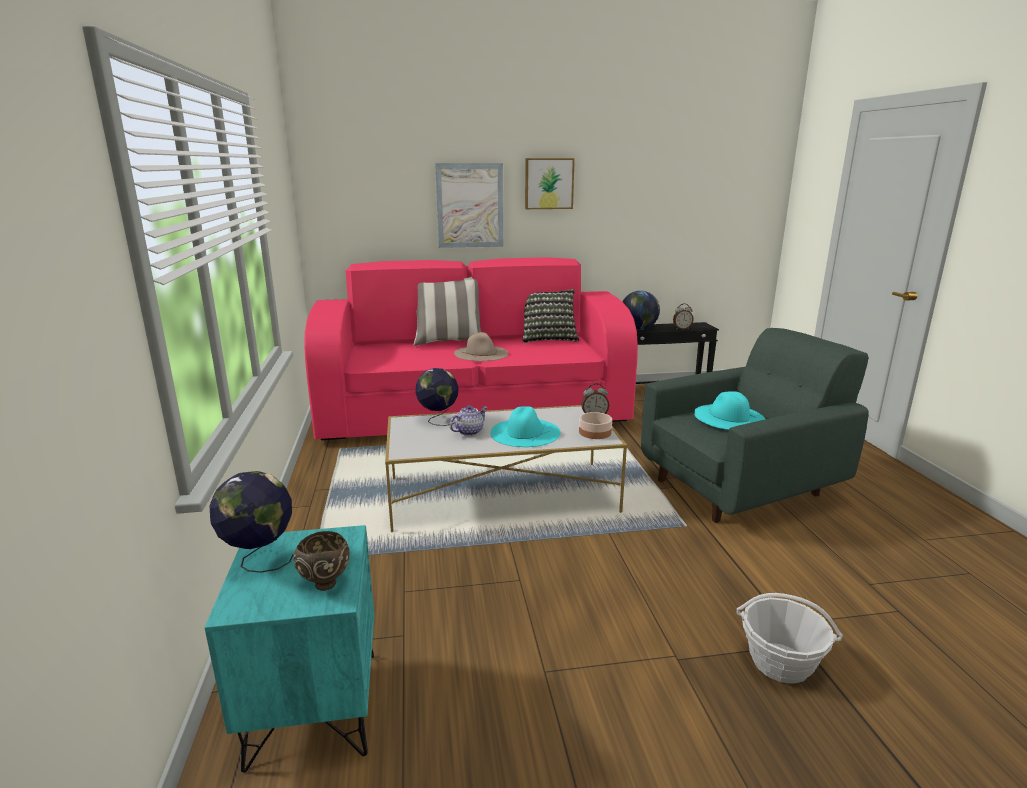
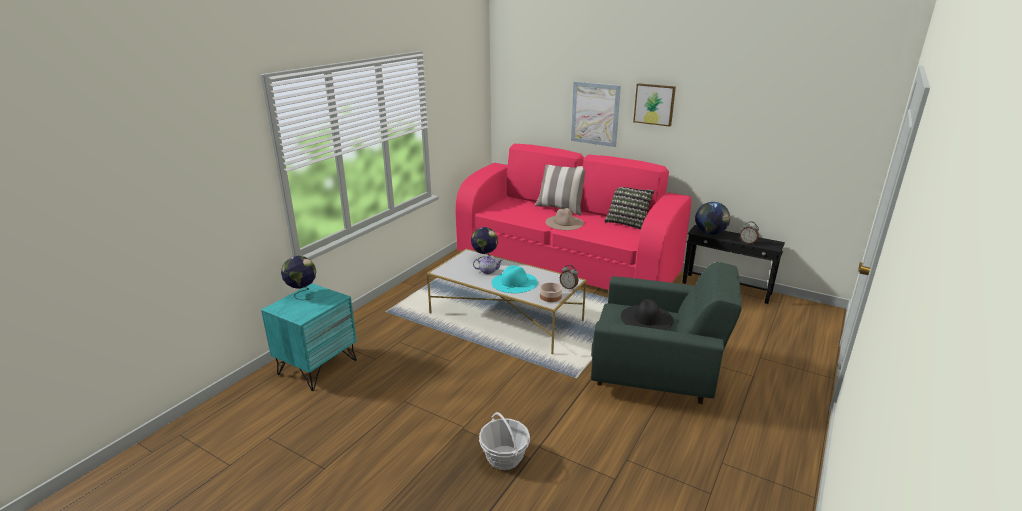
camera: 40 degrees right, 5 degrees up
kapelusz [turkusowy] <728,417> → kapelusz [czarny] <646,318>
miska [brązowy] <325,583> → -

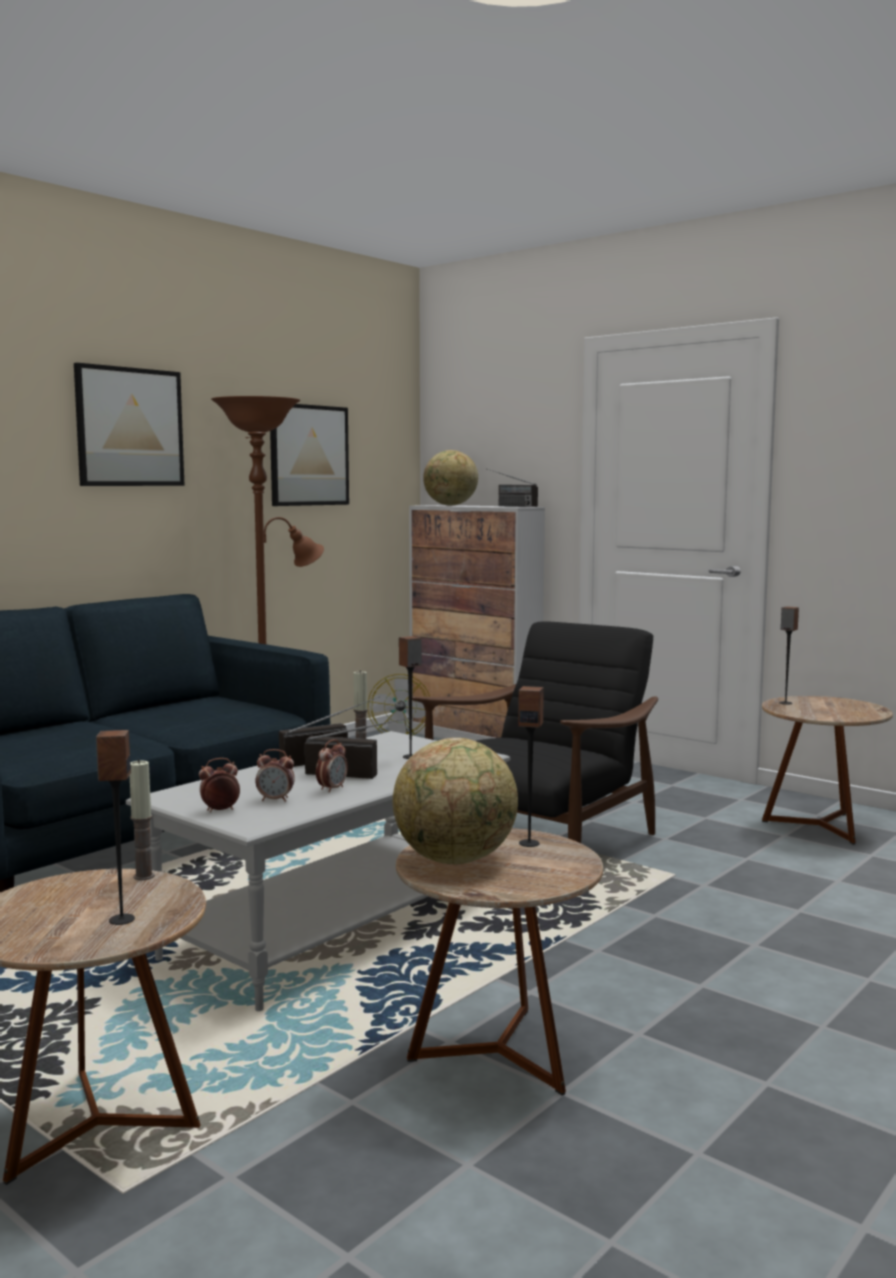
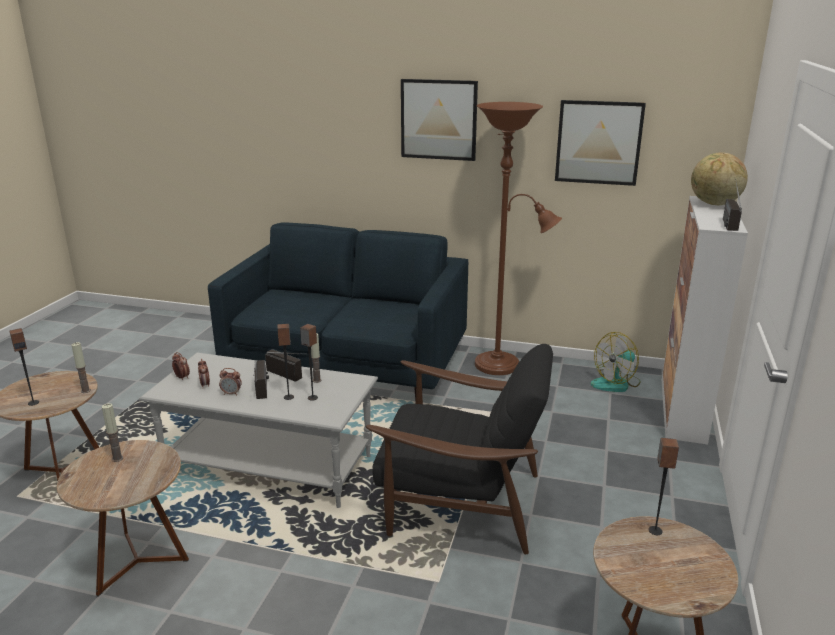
camera: 65 degrees right, 15 degrees up
globus <456,860> → świeca <117,458>
głośnik <529,843> → głośnik <289,397>, move

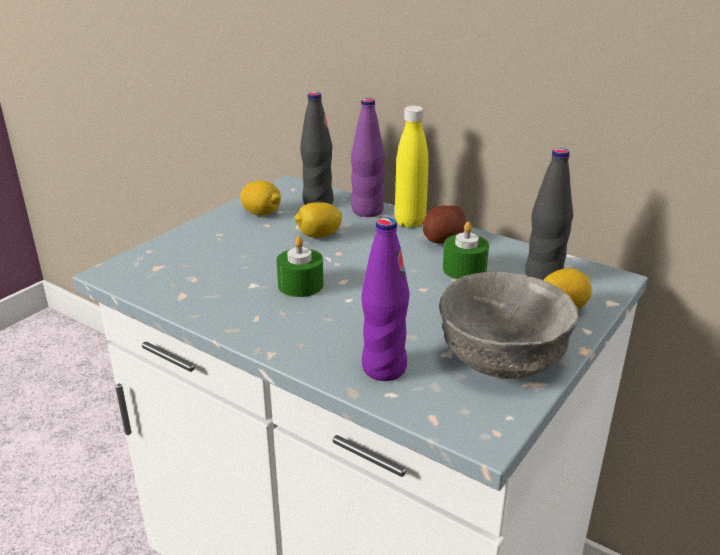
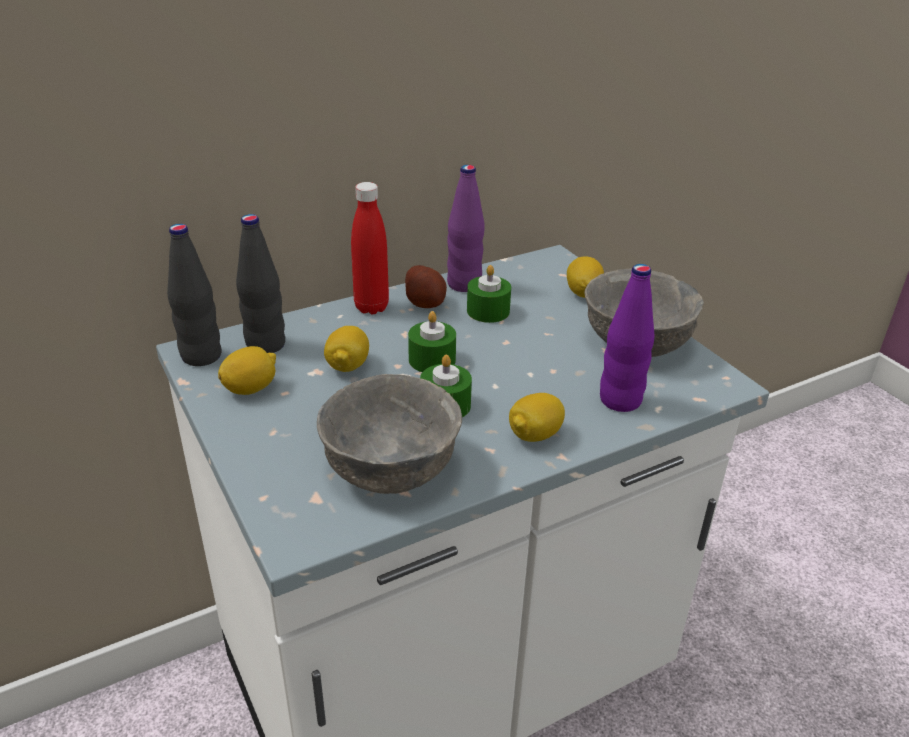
camera: 65 degrees left, 5 degrees up
butelka [czarny] <543,278> → butelka [czarny] <201,356>, move
- → miska [szary] <392,469>
butelka [żółty] <410,222> → butelka [czerwony] <371,307>
- → świeca [zielony] <432,360>
butelka [fioletowy] <367,211> → butelka [fioletowy] <464,284>, move
- → cytryna <534,435>

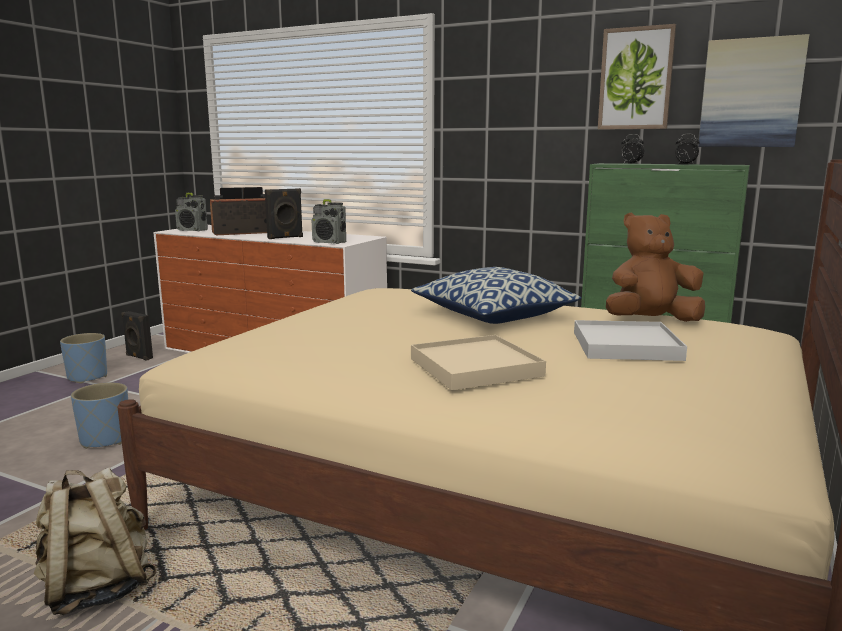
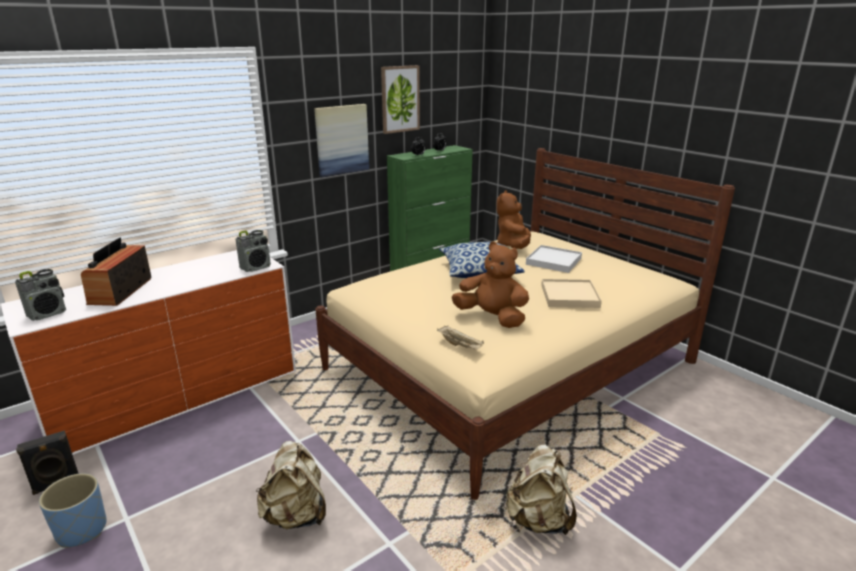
camera: 65 degrees left, 10 degrees up
donica [niebieski] <105,440> → plecak [beżowy] <296,515>
obraz <751,93> → obraz <341,140>, move
- → taca [beżowy] <460,345>
- → pluszak [brązowy] <492,318>
głośnik [czarny] <285,237> → -

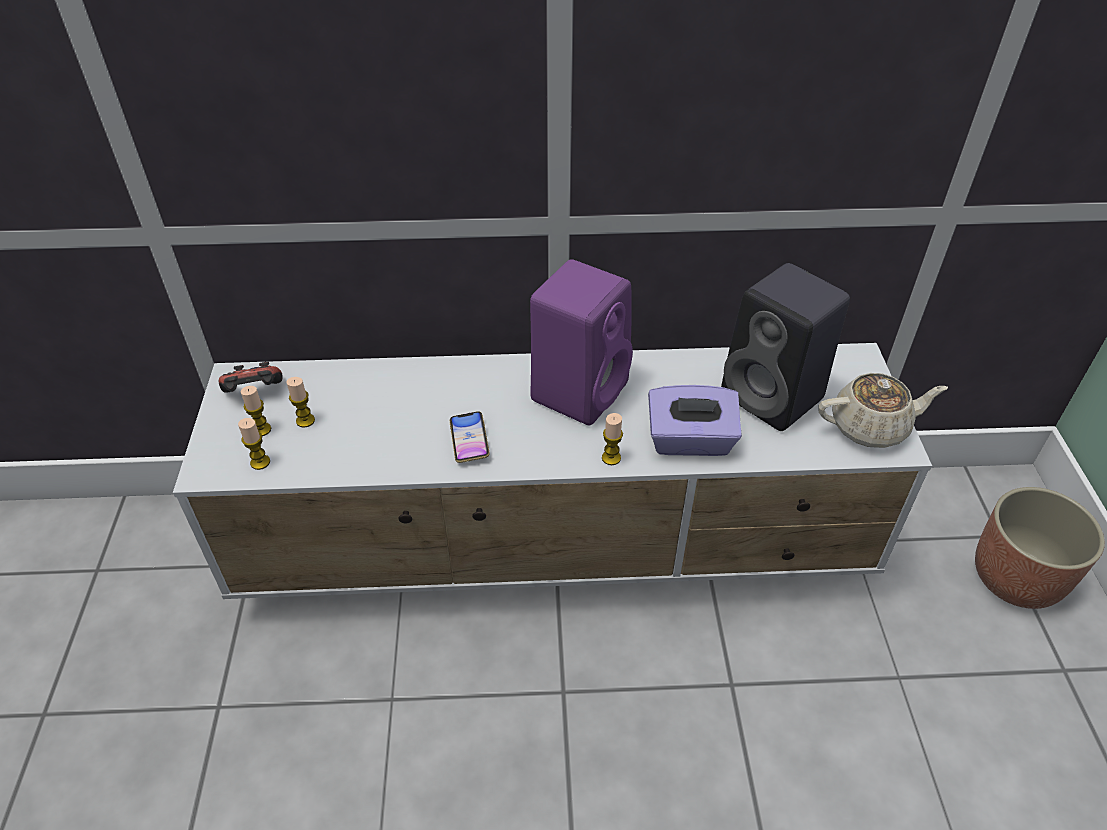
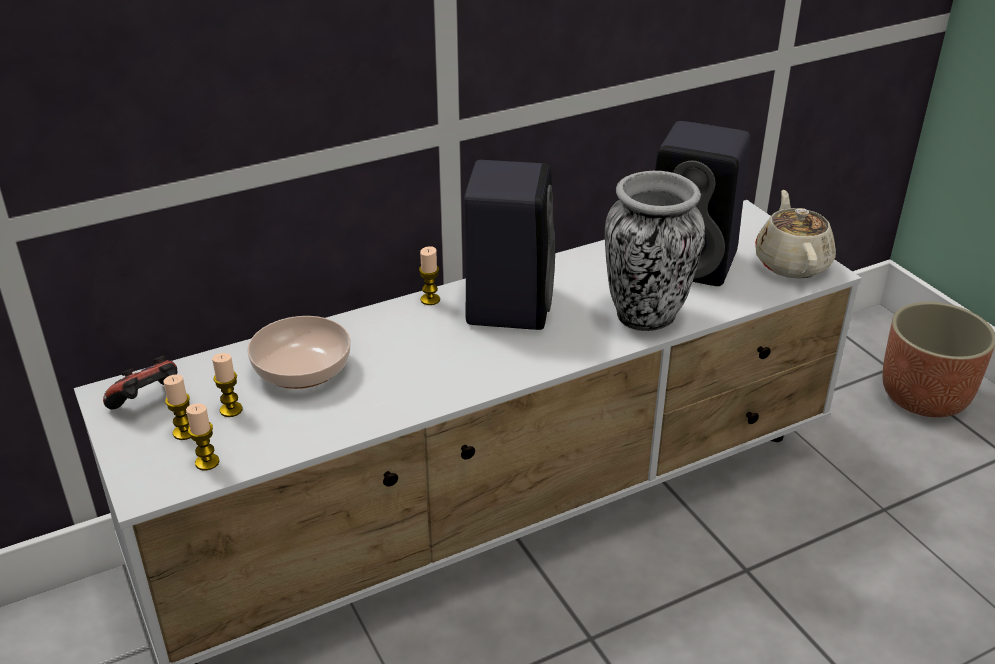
camera: 25 degrees left, 10 degrees down
- → miska <302,371>
świeca <611,458> → świeca <430,299>, move
głośnik [fioletowy] <580,389> → głośnik [czarny] <508,303>
pudełko chusteczek [fioletowy] <690,441> → wazon <645,316>
imbryk [beżowy] <870,427> → imbryk [beżowy] <791,263>, 60 degrees counterclockwise
telefon <469,440> → -

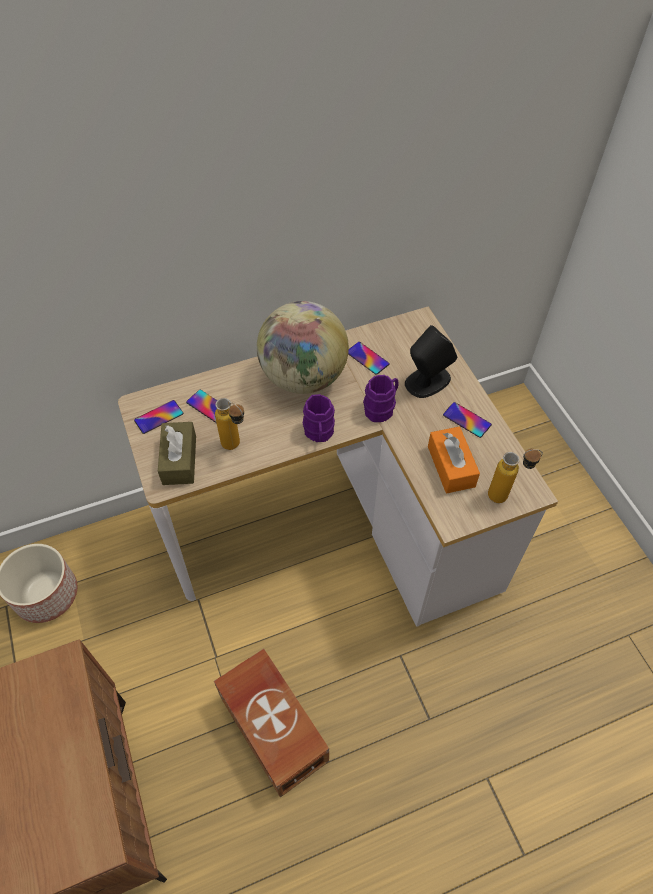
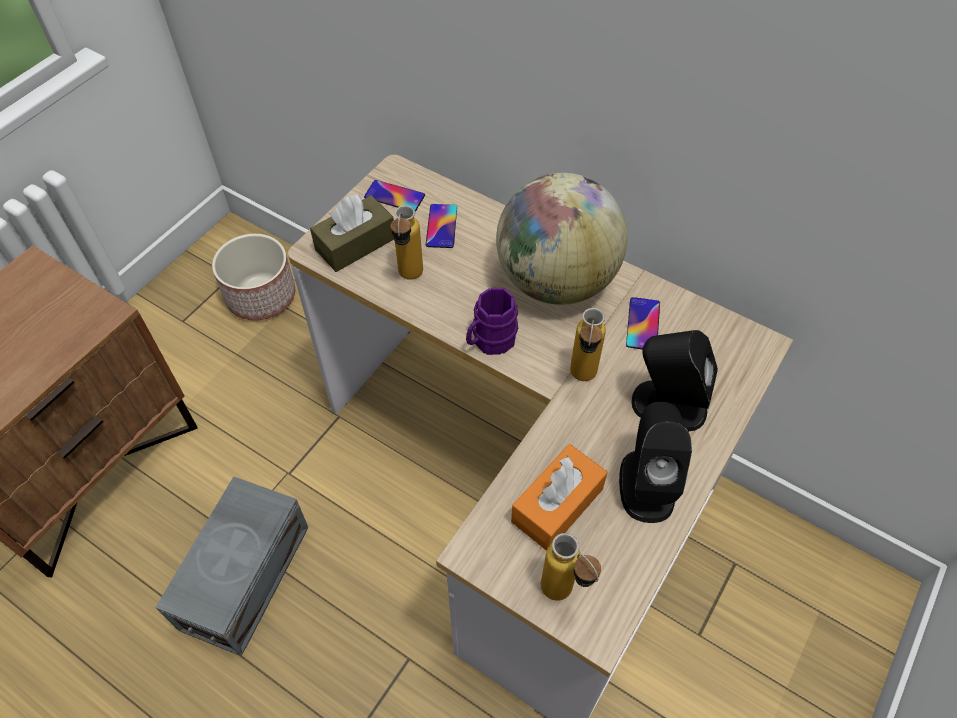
camera: 55 degrees right, 0 degrees up
pojemnik do przechowywania [brązowy] <274,726> → pojemnik do przechowywania [szary] <248,576>
kubek [fioletowy] <382,408> → butelka <581,380>
telefon <466,420> → głośnik [czarny] <647,484>

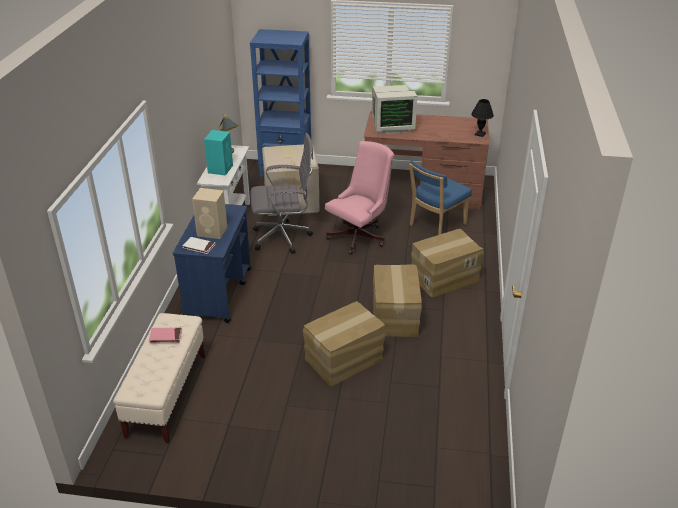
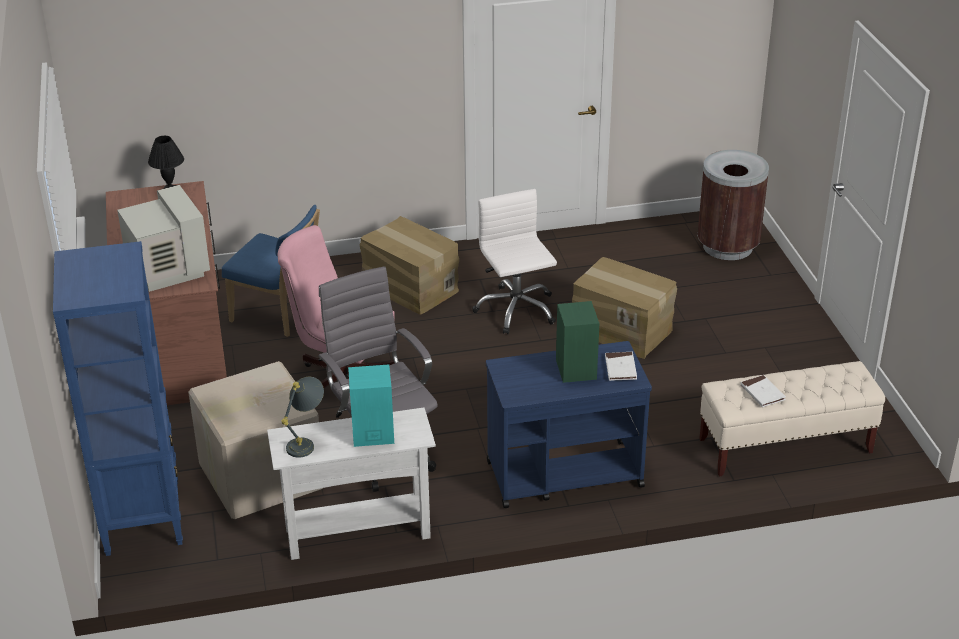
camera: 110 degrees left, 0 degrees up
karton <395,316> → krzesło biurowe [biały] <516,310>
głośnik [beżowy] <213,231> → głośnik [zielony] <575,368>
- → kosz na śmieci [brązowy] <728,246>
książka [różowy] <165,336> → książka [biały] <762,393>

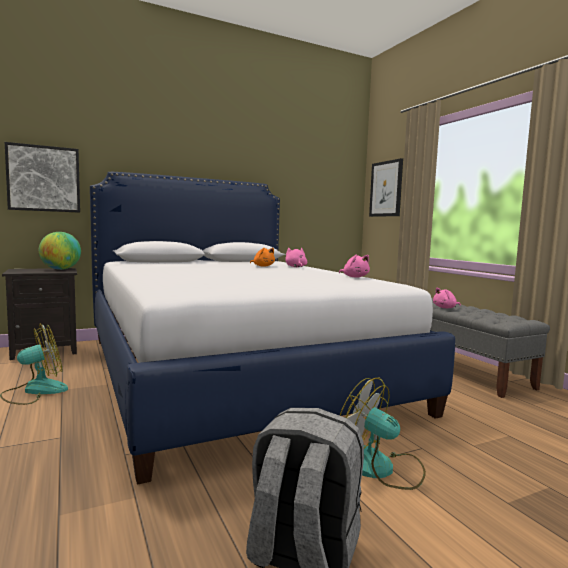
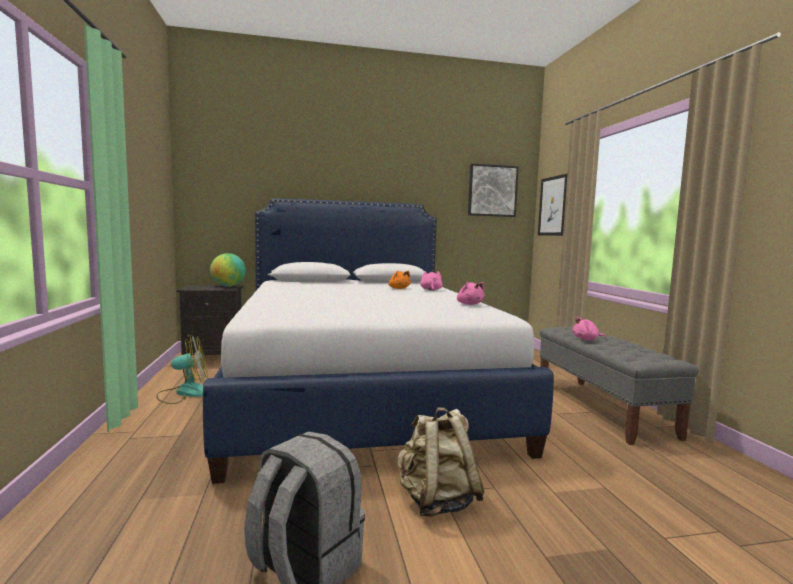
camera: 15 degrees right, 0 degrees up
wentylator <381,468> → plecak [beżowy] <437,501>
obraz <44,179> → obraz <492,190>, move

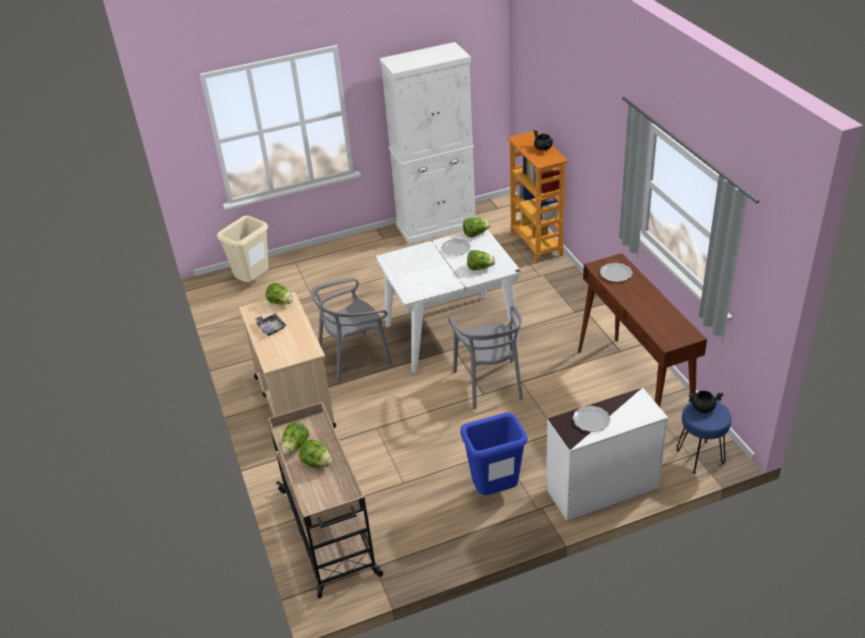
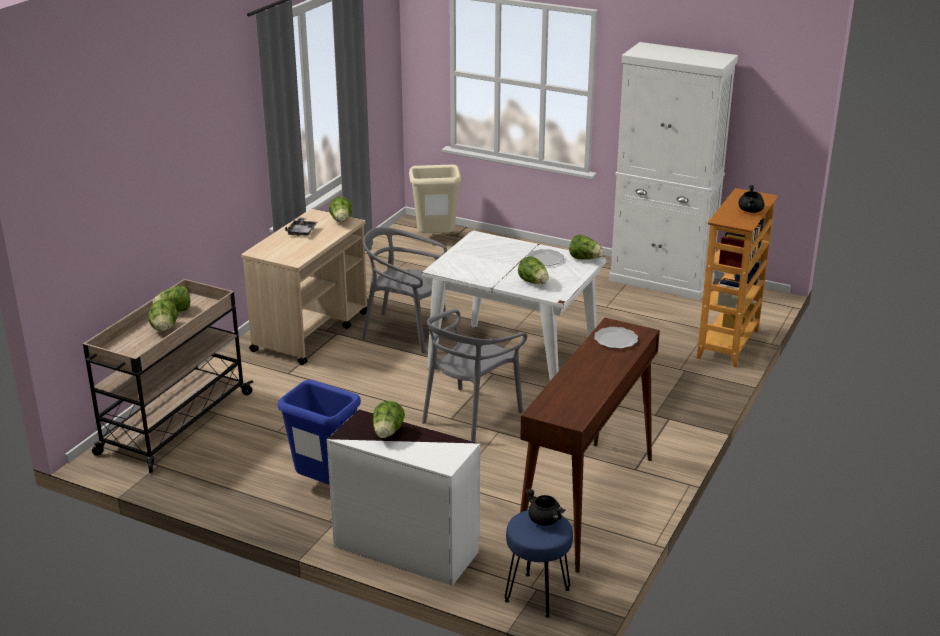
camera: 45 degrees right, 10 degrees down
talerz <591,419> → sałata <387,433>

